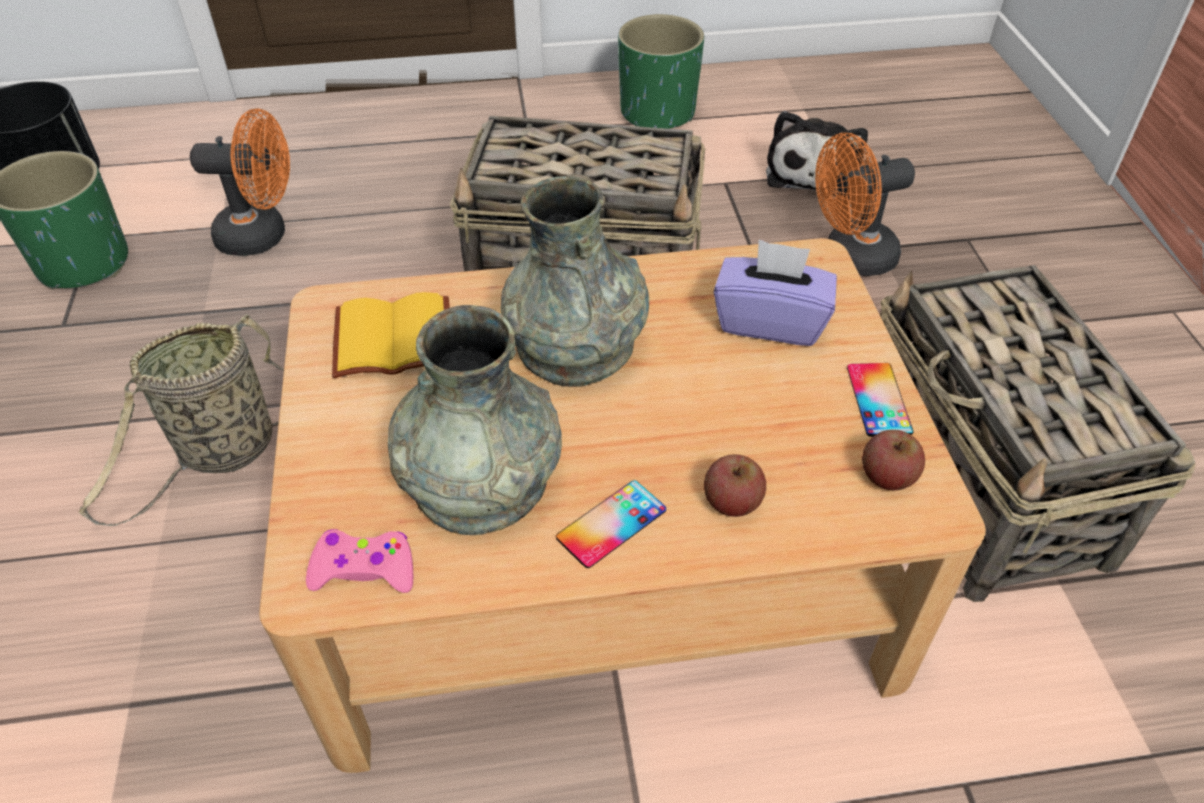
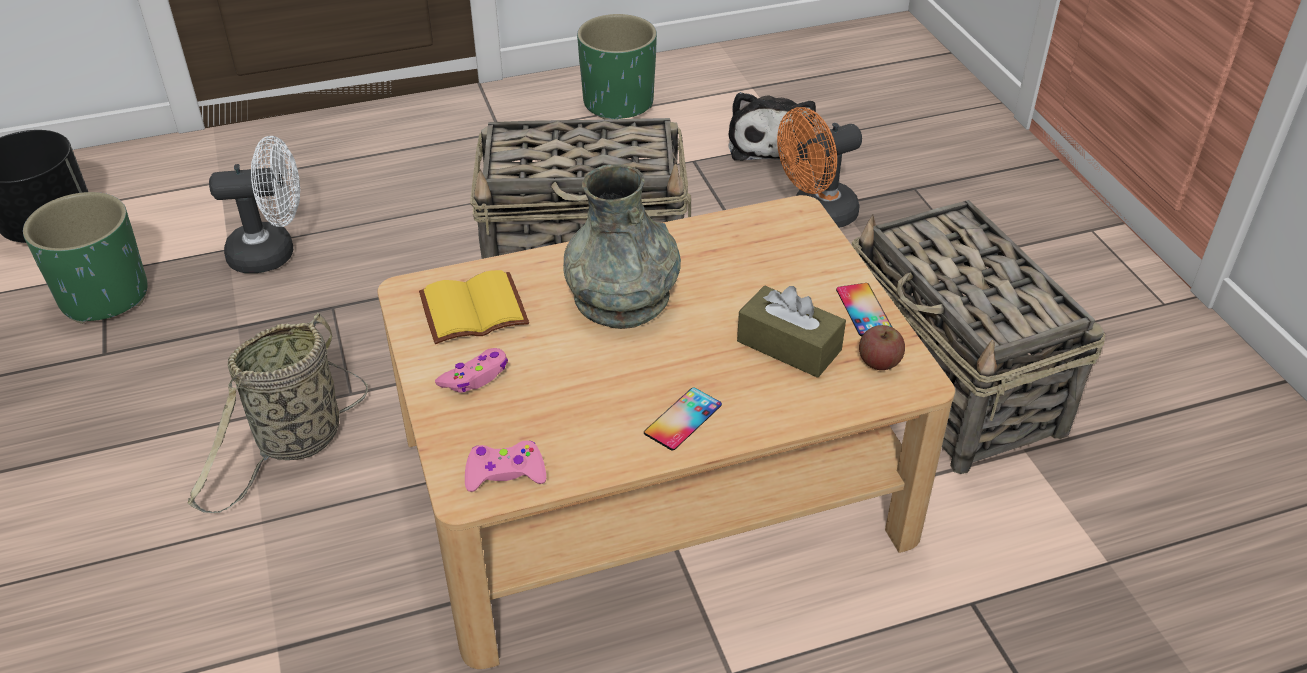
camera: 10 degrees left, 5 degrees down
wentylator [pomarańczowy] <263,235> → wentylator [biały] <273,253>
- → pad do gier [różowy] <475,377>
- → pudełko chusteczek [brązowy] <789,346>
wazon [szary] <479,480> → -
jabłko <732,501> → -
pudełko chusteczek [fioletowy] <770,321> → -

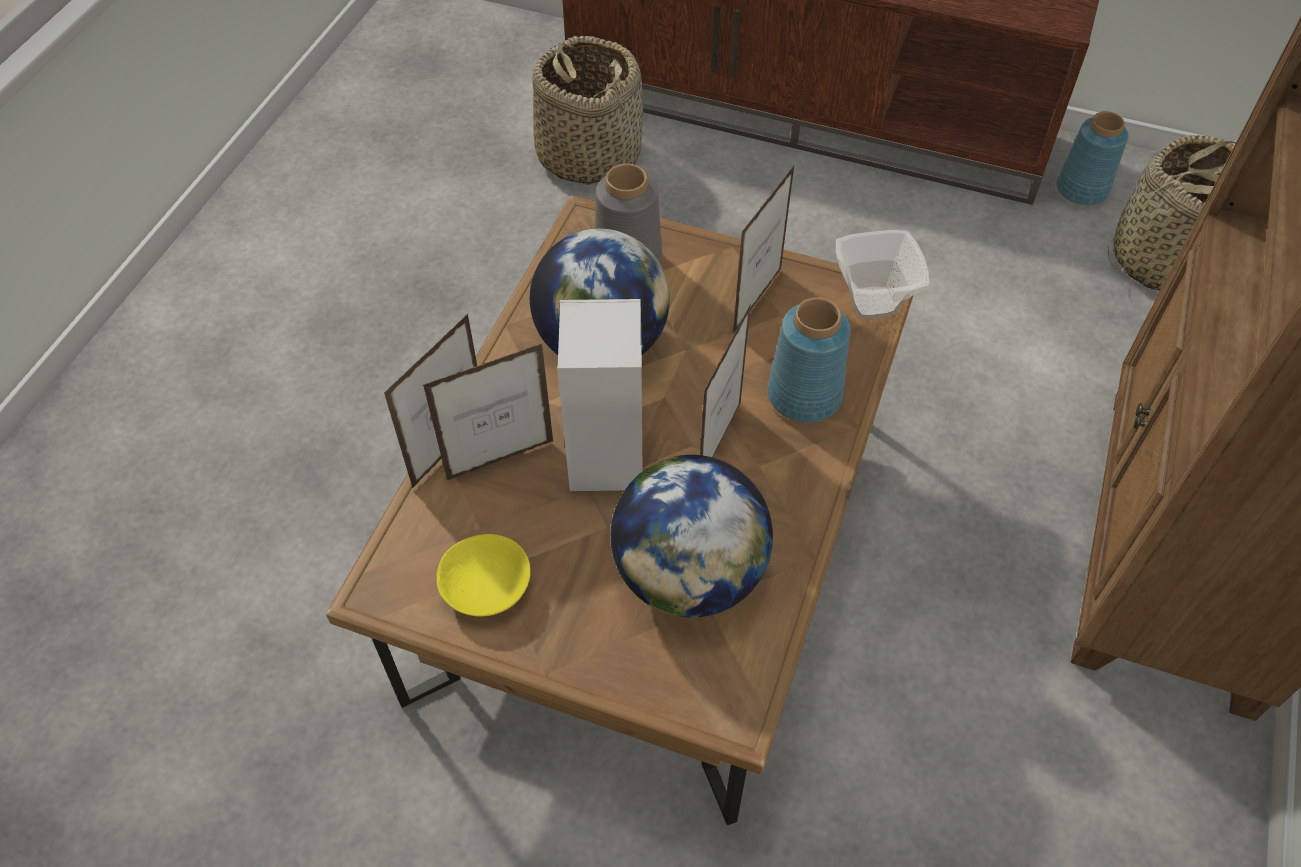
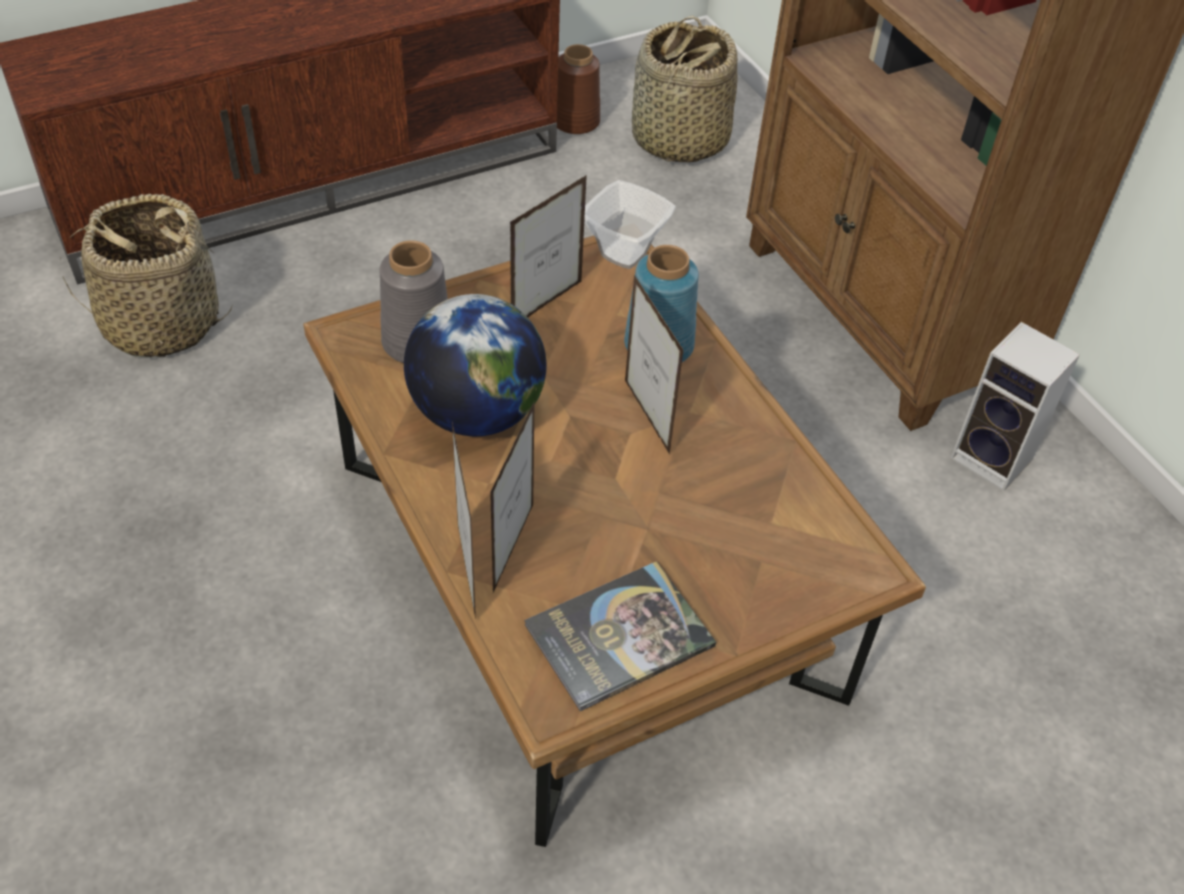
camera: 50 degrees left, 5 degrees down
ramka na zdjęcie <757,300> → ramka na zdjęcie <546,304>, 120 degrees counterclockwise
miska [żółty] <485,584> → książka <619,636>
wazon [niebieski] <1082,190> → wazon [brązowy] <576,121>
głośnik <608,461> → głośnik <994,459>, move
globus <689,575> → -

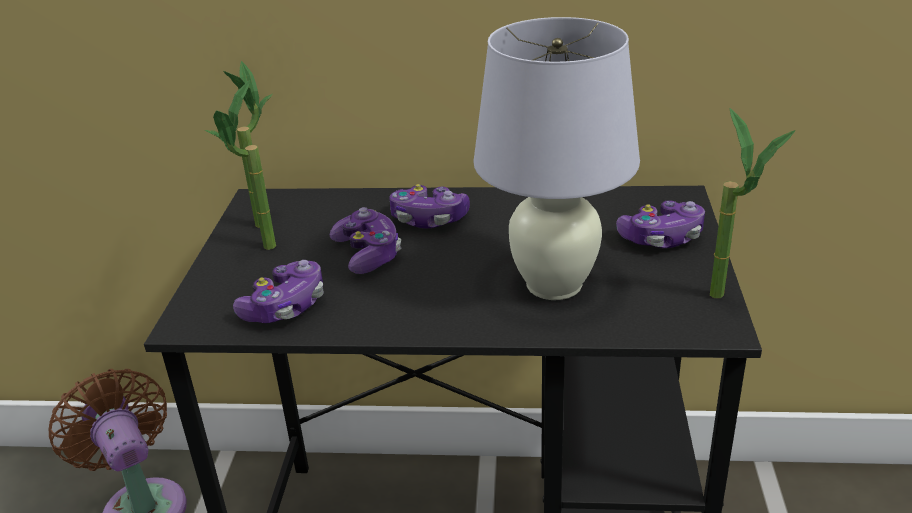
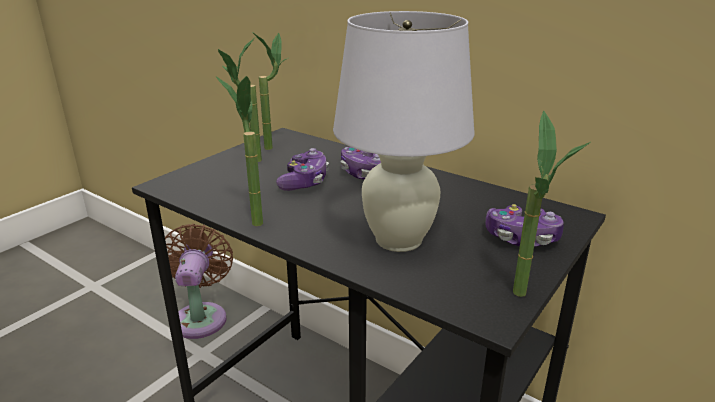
camera: 30 degrees right, 5 degrees down
- → roślina doniczkowa <251,219>
pad do gier <285,307> → -

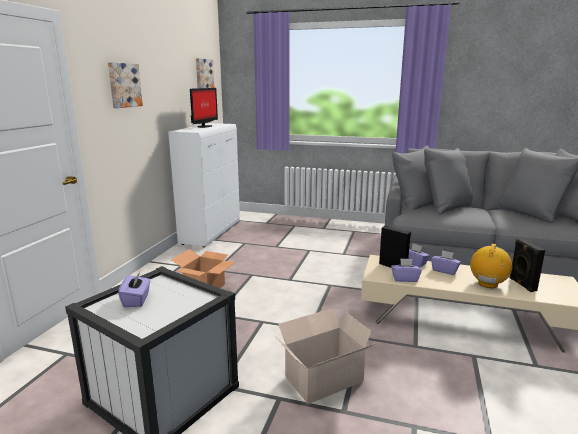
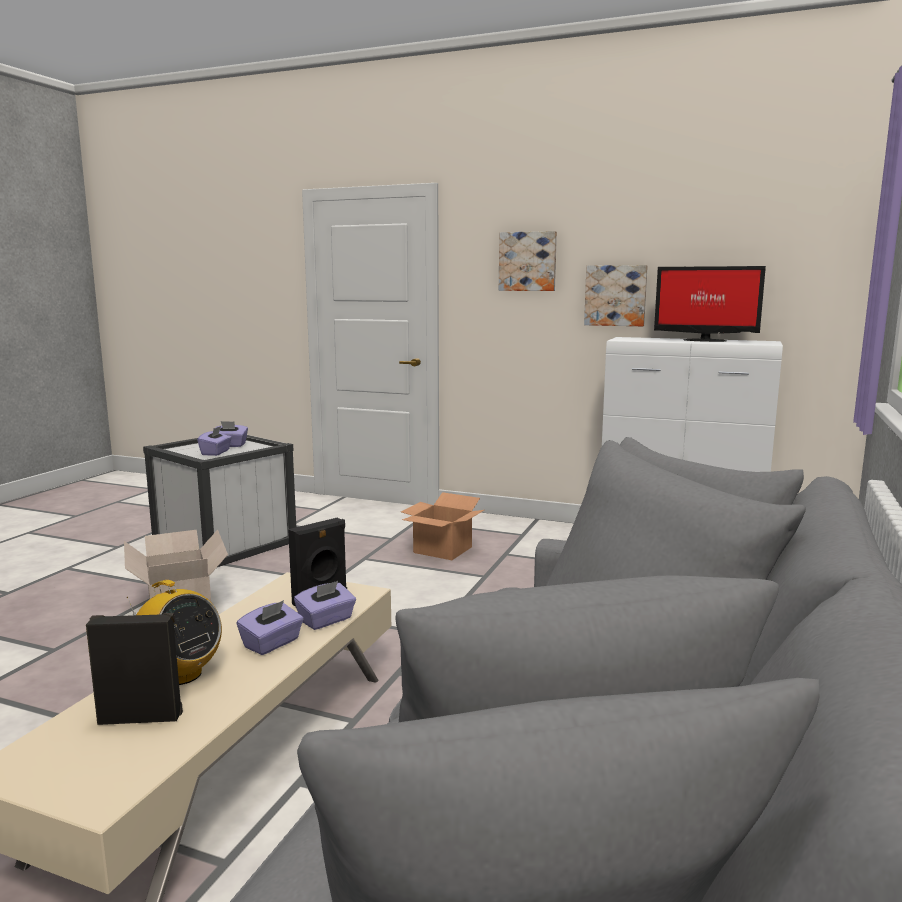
camera: 95 degrees right, 5 degrees down
pudełko chusteczek [fioletowy] <405,279> → pudełko chusteczek [fioletowy] <216,452>, move
obraz <203,75> → obraz <615,295>, move

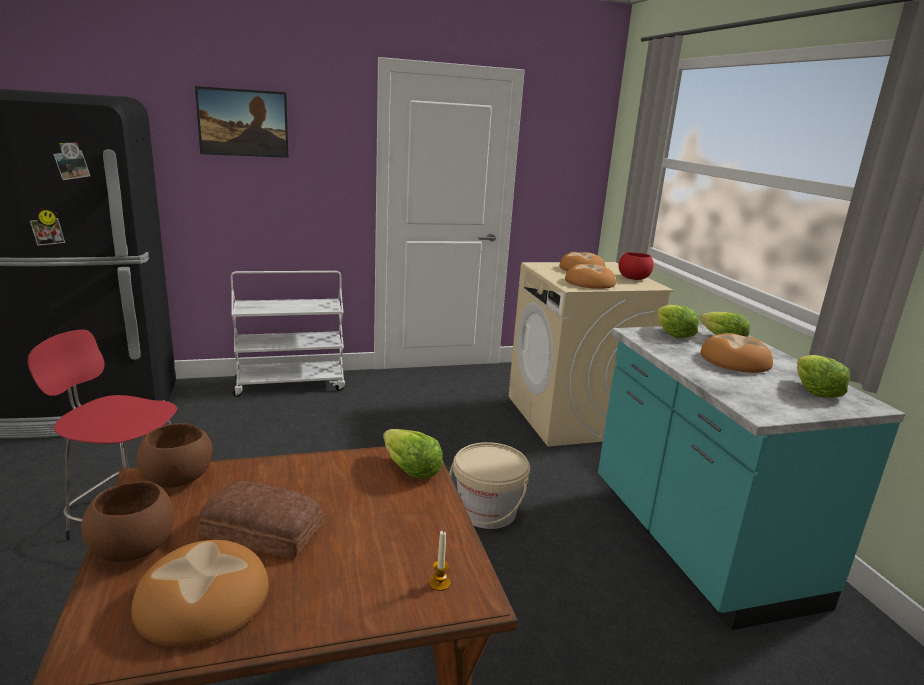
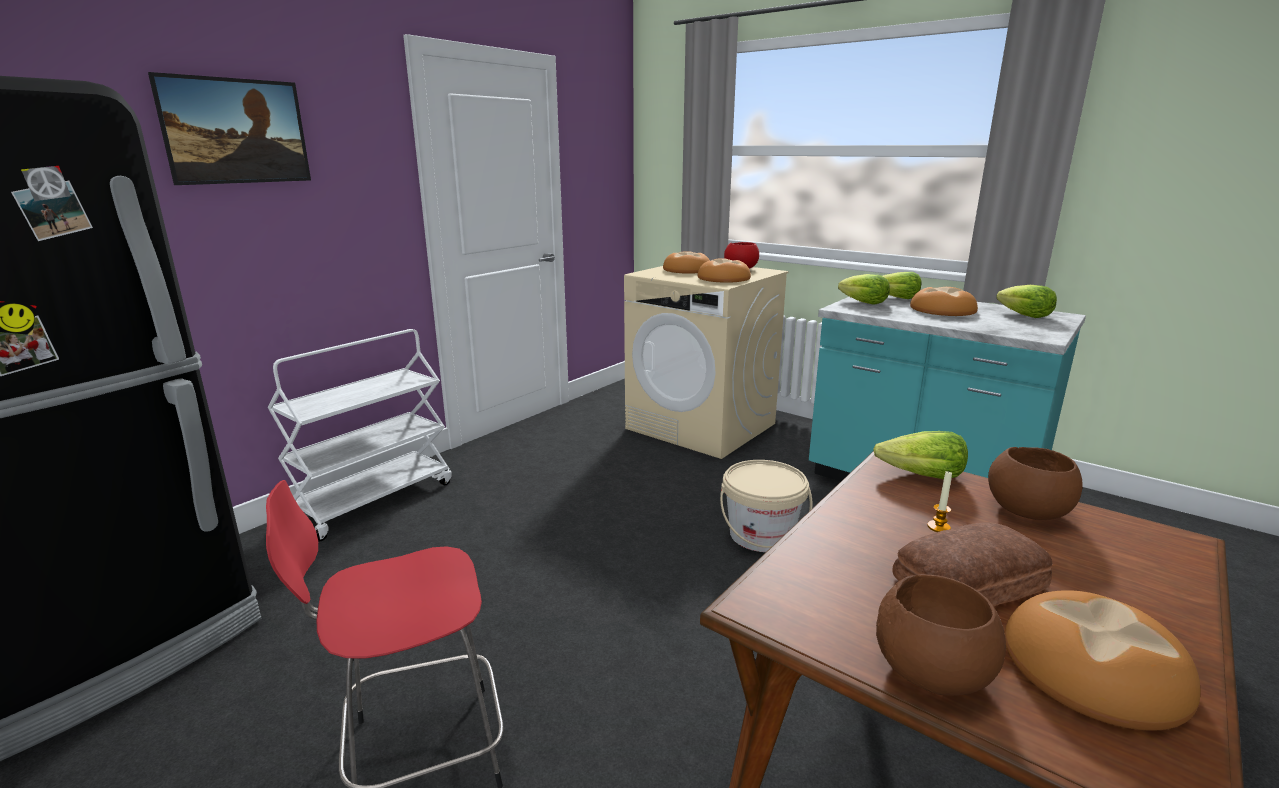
camera: 35 degrees left, 0 degrees up
świeca <439,583> → świeca <938,527>, move
miska [brązowy] <179,479> → miska [brązowy] <1029,510>, move

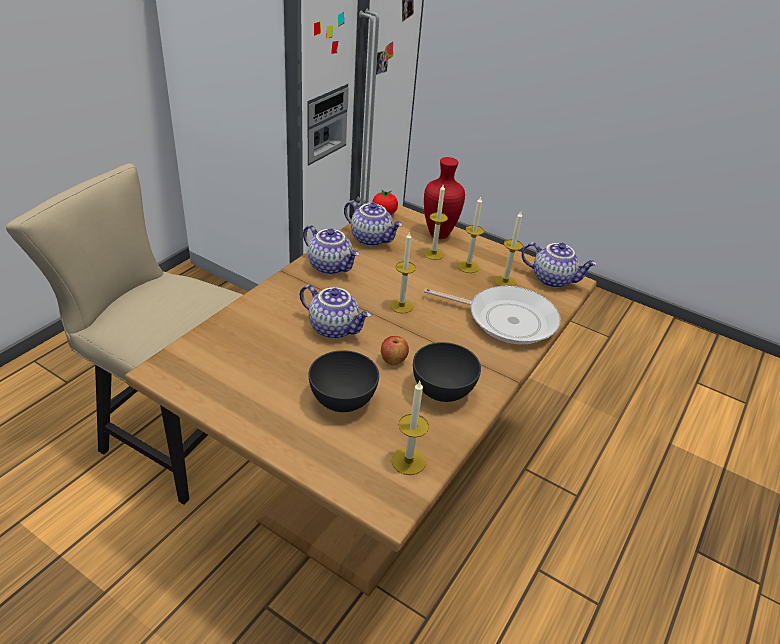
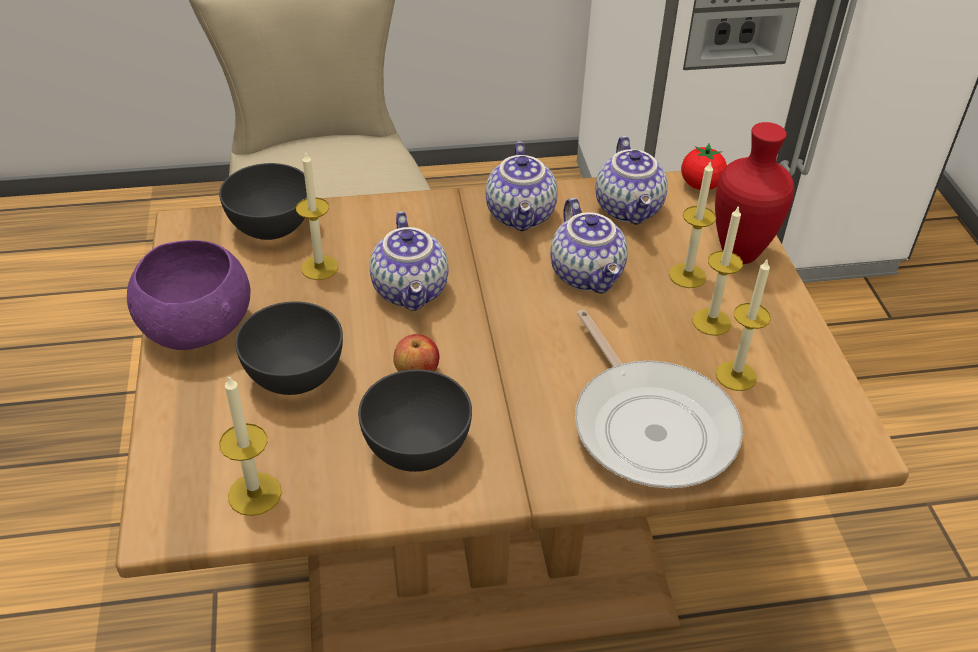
camera: 50 degrees right, 5 degrees up
- → miska [fioletowy] <198,329>
- → miska [szary] <271,227>
świeca <401,306> → świeca <319,267>, move
imbryk <553,279> → imbryk <588,275>, move

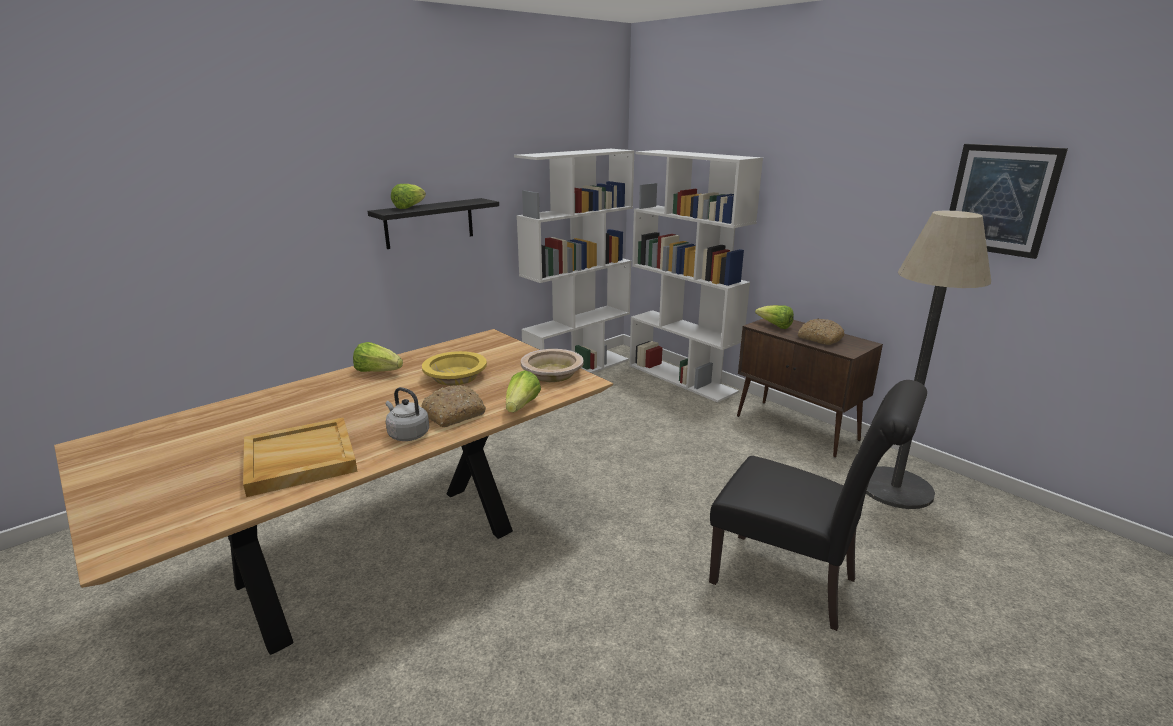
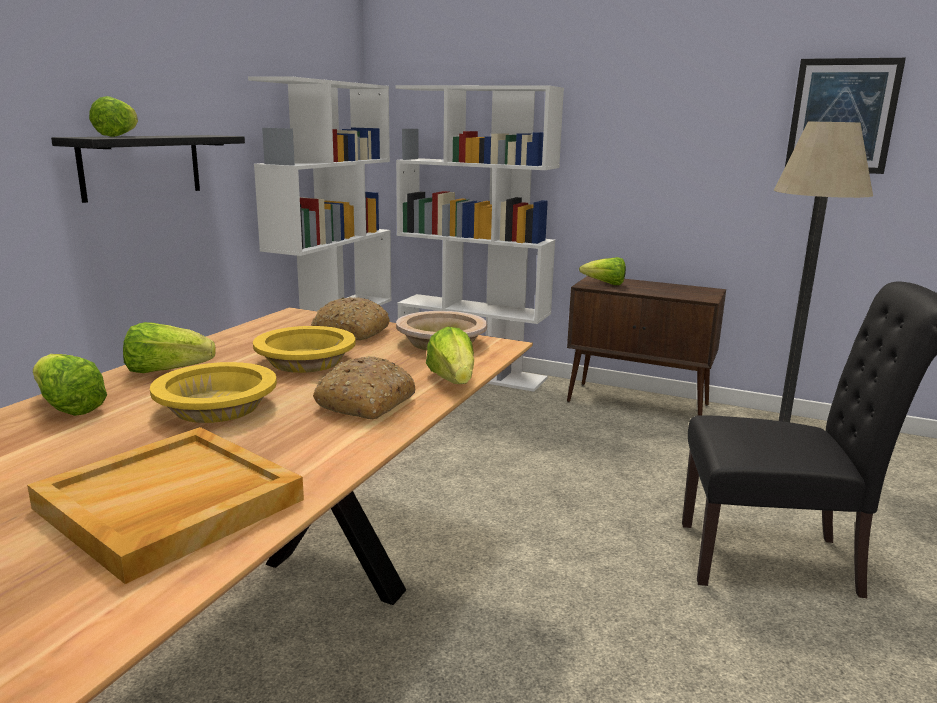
camera: 25 degrees left, 5 degrees down
- → sałata <68,407>
- → miska [żółty] <216,407>
chleb <819,338> → chleb <350,332>, move
czajnik [szary] <407,434> → -

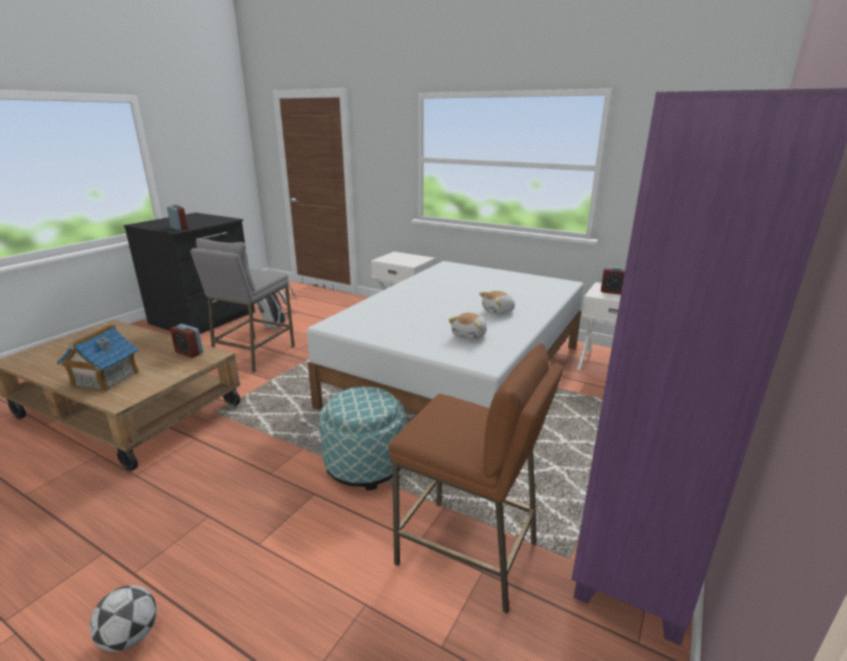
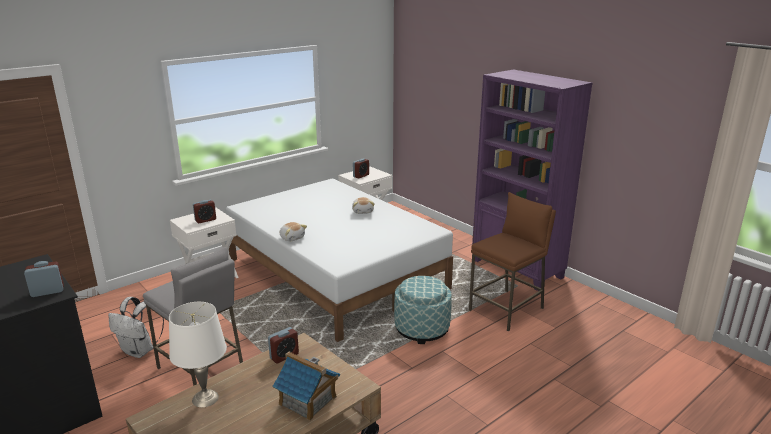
camera: 70 degrees left, 0 degrees up
- → lampa stołowa [biały] <205,398>
- → budzik <205,220>
pluszak <470,335> → pluszak <292,238>, move
piłka futbolowa <131,636> → -

